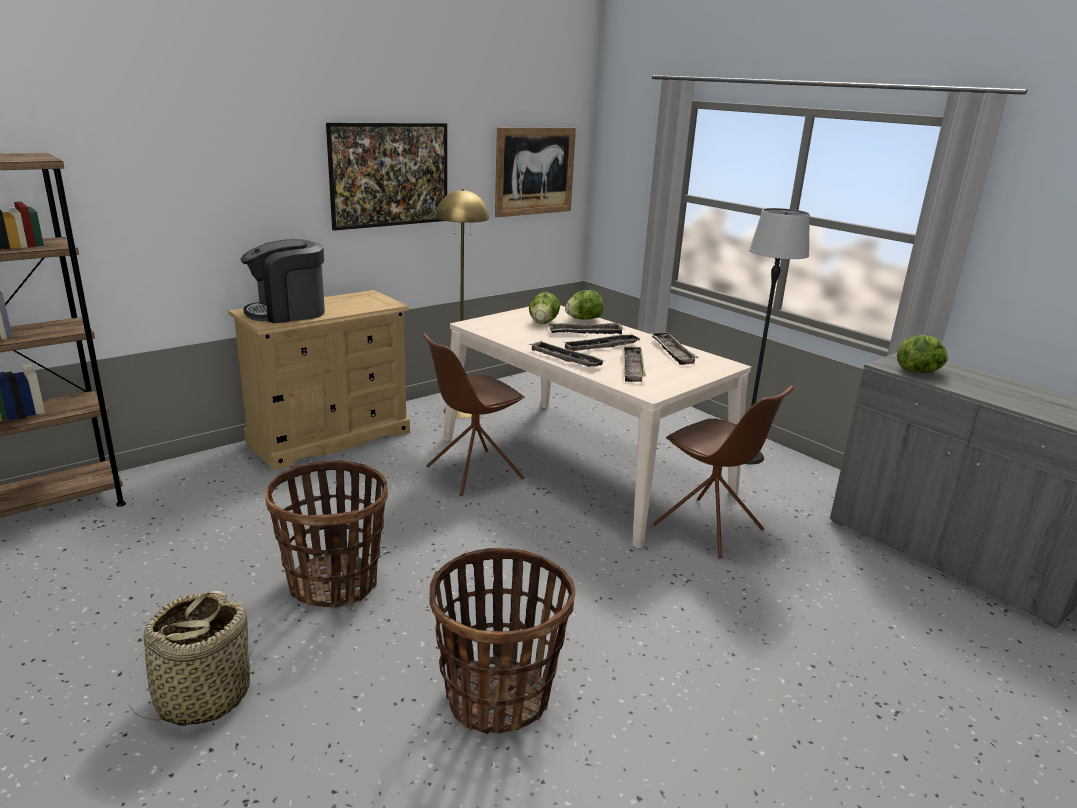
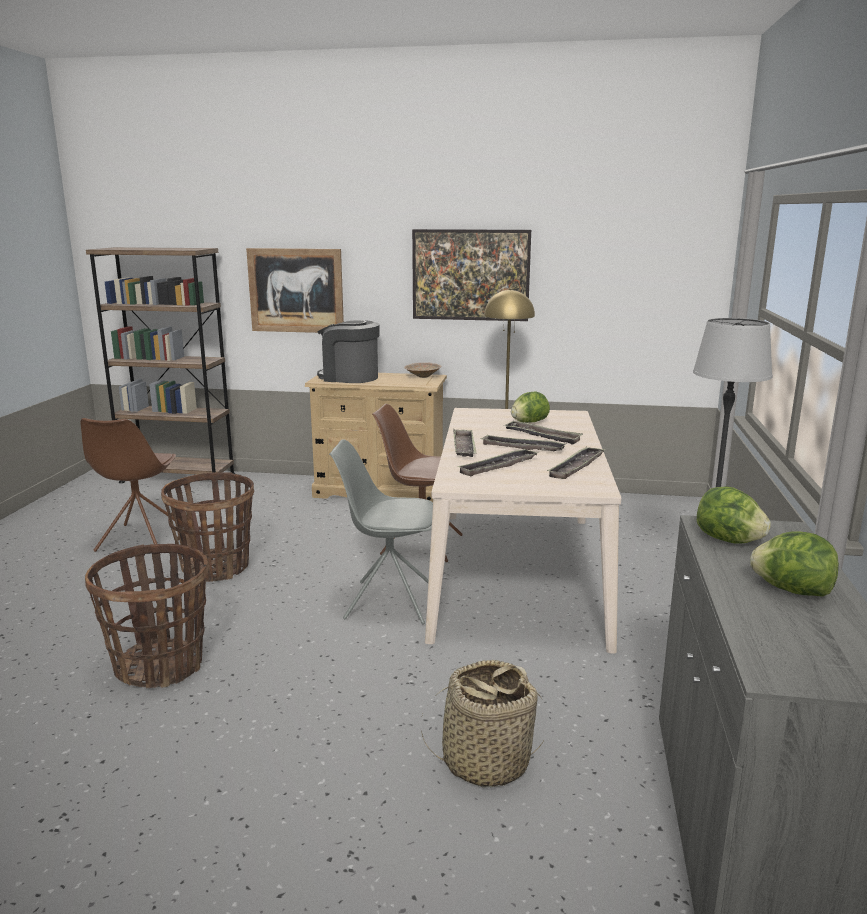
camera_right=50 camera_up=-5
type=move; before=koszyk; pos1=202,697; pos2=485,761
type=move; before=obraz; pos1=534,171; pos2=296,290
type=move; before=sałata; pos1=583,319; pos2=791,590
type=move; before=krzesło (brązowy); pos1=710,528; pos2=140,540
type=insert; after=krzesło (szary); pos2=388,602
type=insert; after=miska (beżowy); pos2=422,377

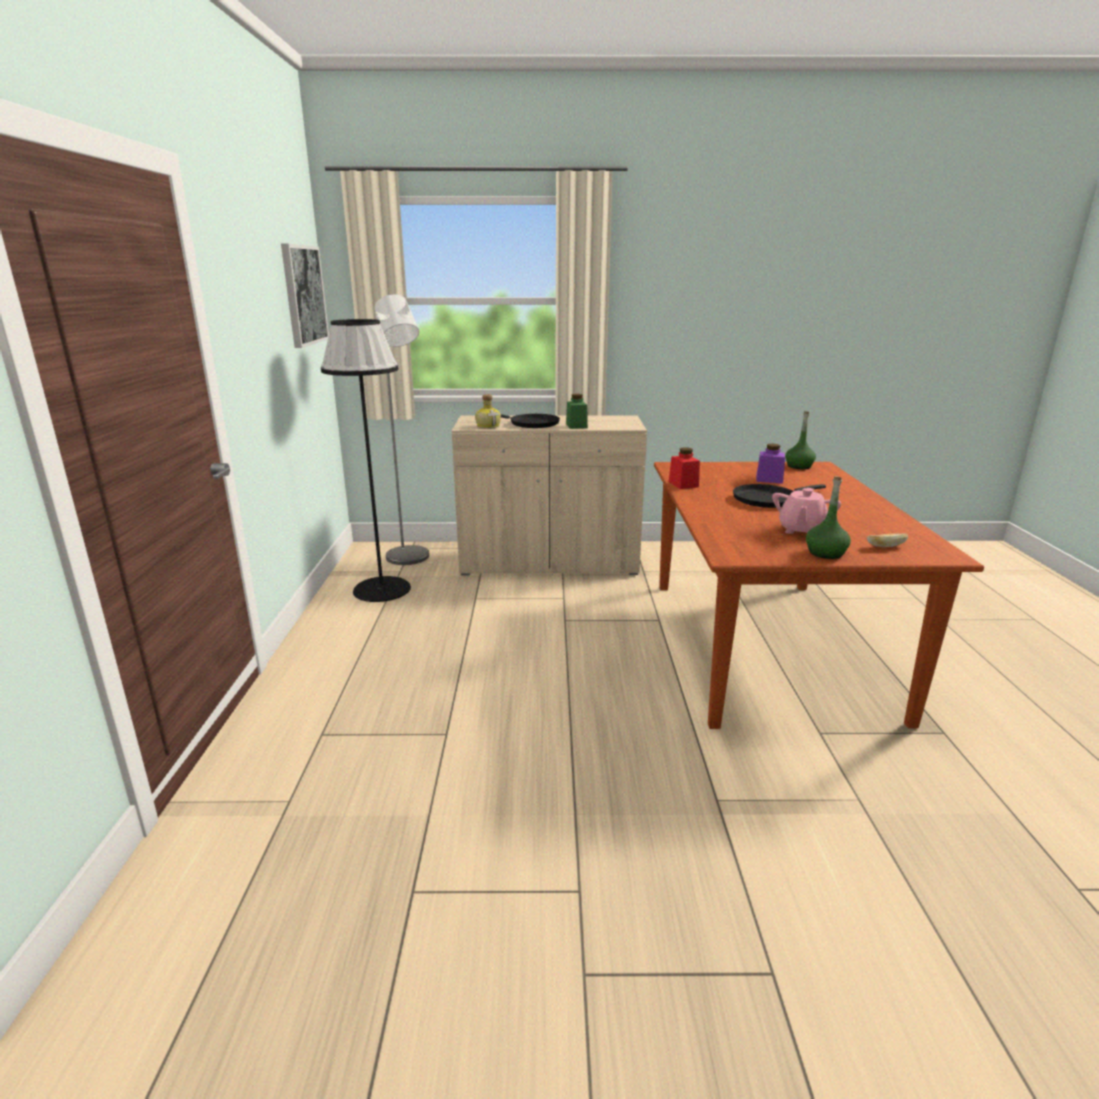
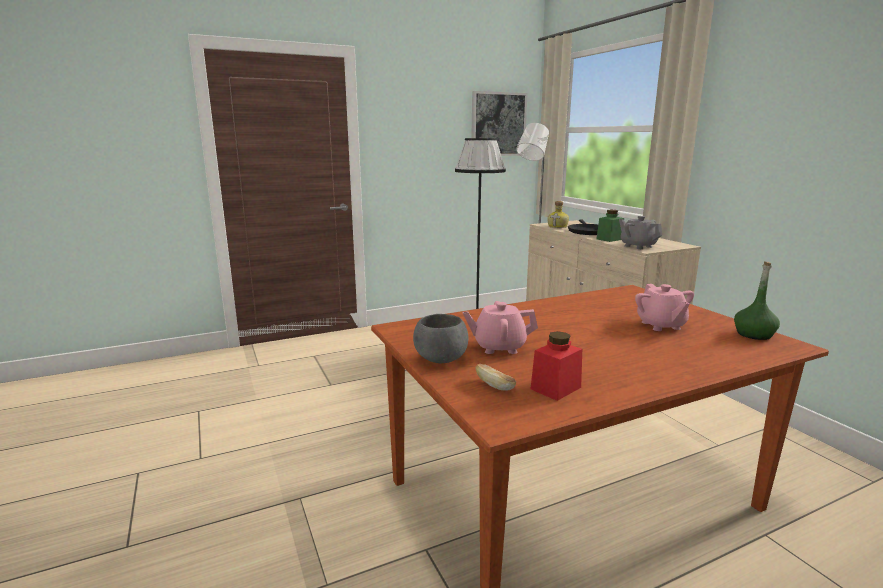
camera_right=65 camera_up=-5
type=move; before=słoik (czerwony); pos1=683,484; pos2=555,388
type=delete; before=patelnia (czarny); pos1=768,499
type=replace; before=słoik (fioletowy); after=imbryk (różowy); pos1=769,479; pos2=660,325
type=replace; before=butelka (zielony); after=miska (szary); pos1=825,553; pos2=441,359
type=insert; after=imbryk (szary); pos2=637,246

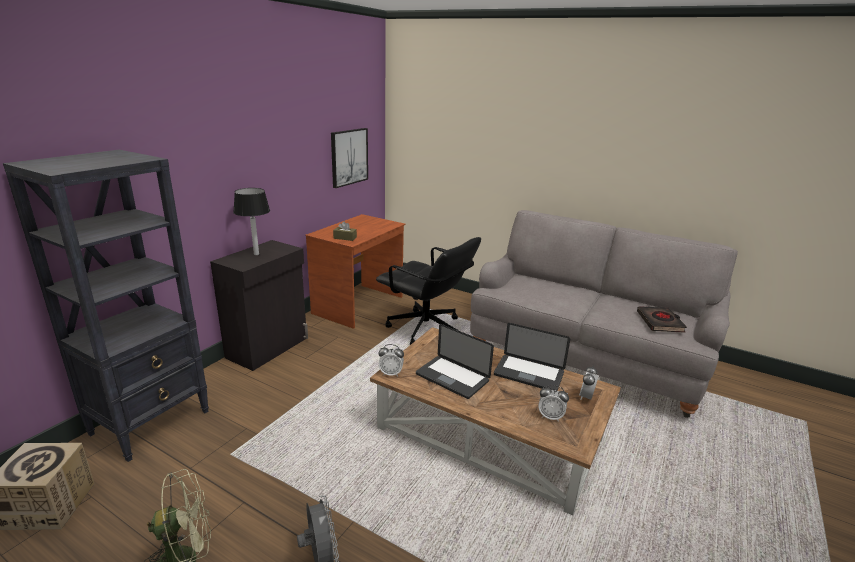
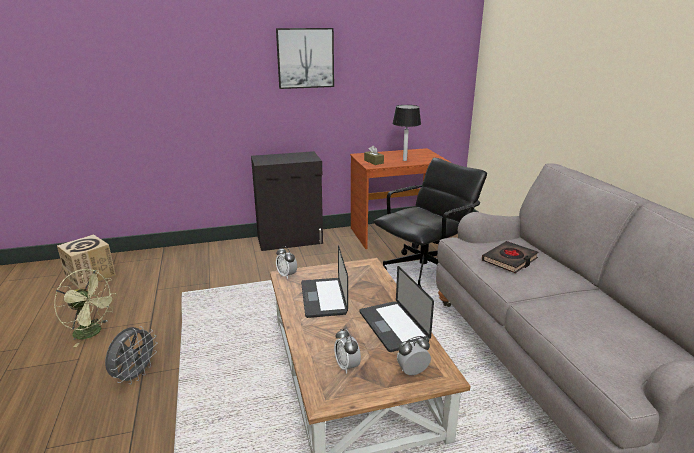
camera_right=45 camera_up=0
type=delete; before=regał (czarny); pos1=152,422
type=move; before=lampa stołowa; pos1=256,254; pos2=405,160
type=move; before=obraz; pos1=349,157; pos2=305,58
type=rotate; before=krzesło biurowe (czarny); pos1=426,329; pos2=424,271; turn=-120
type=move; before=książka (czarny); pos1=660,322; pos2=510,260

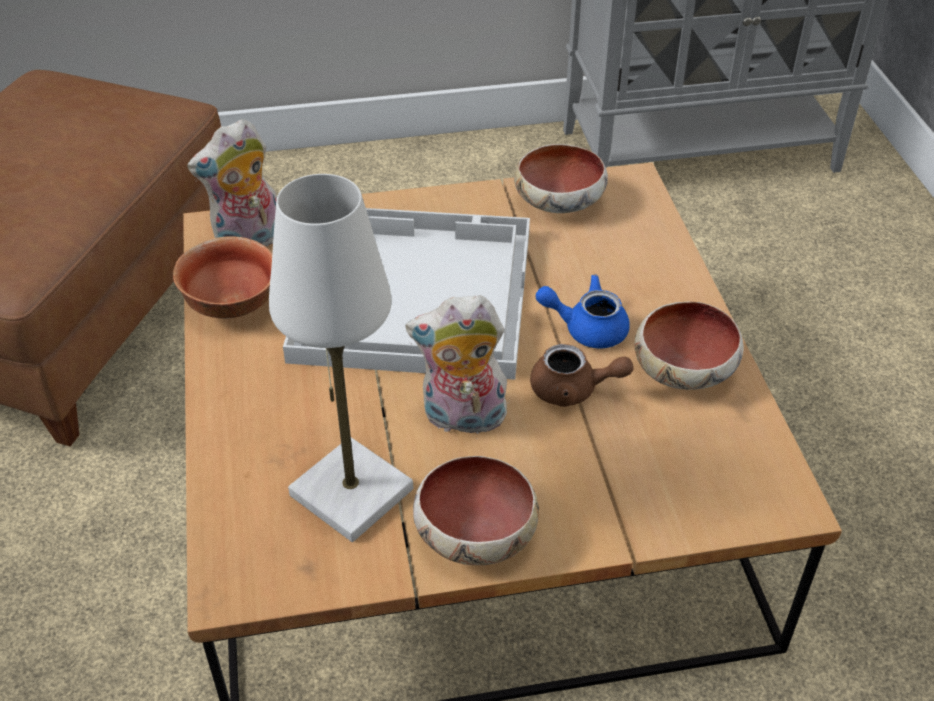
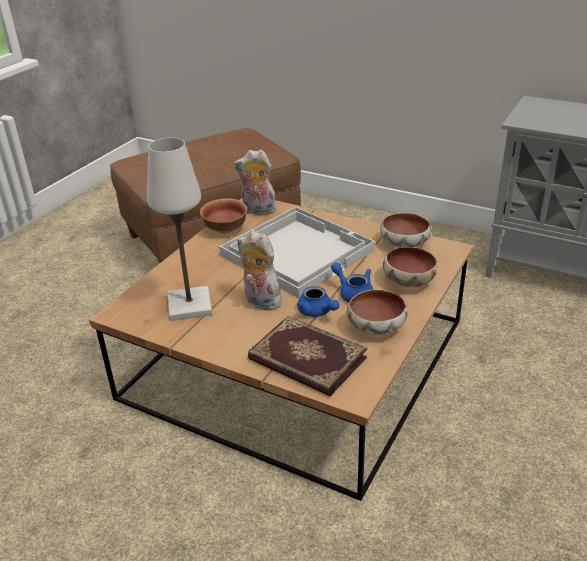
camera_right=40 camera_up=-10
type=move; before=miska; pos1=473,535; pos2=407,281
type=recolor; before=imbryk (brązowy); after=imbryk (niebieski); pos1=573,390; pos2=317,312
type=insert; after=książka; pos2=306,360

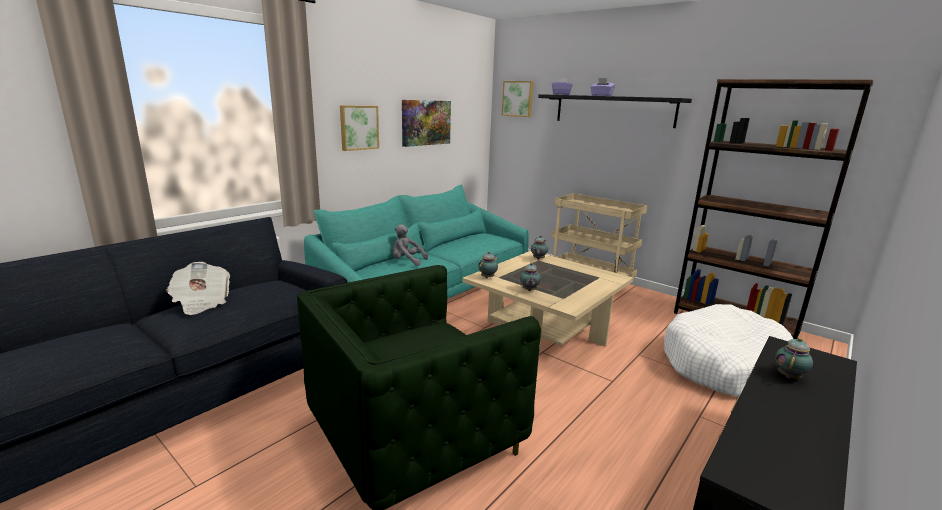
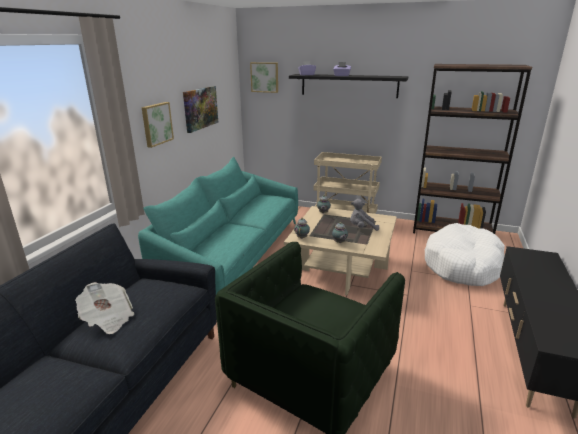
camera_right=-20 camera_up=5
type=move; before=pluszak (szary); pos1=407,261; pos2=361,228
type=delete; before=imbryk; pos1=789,376

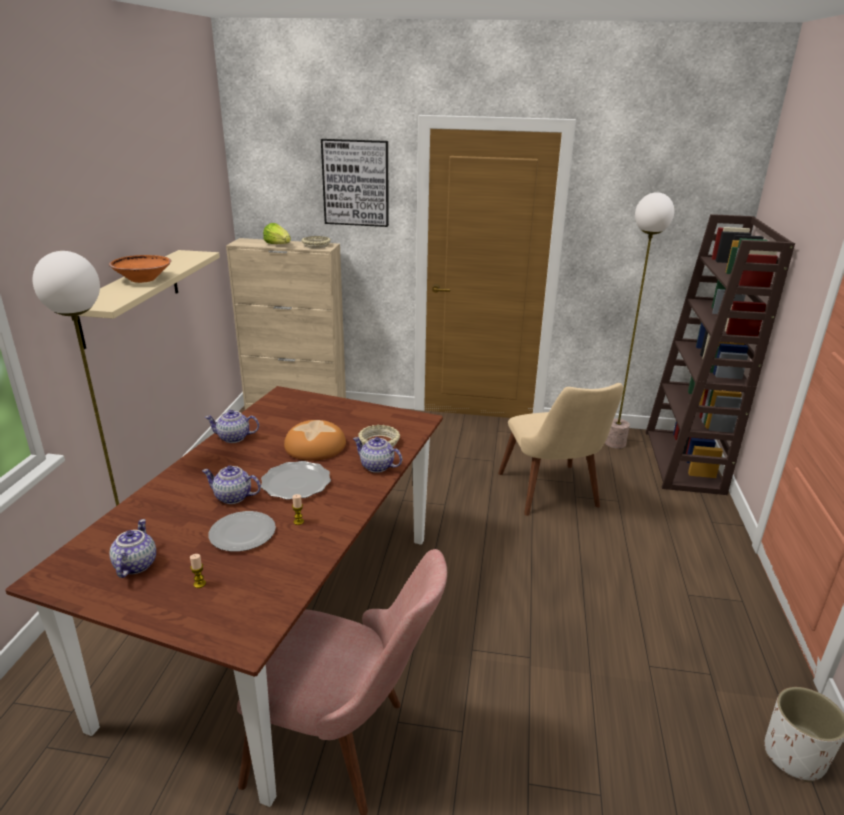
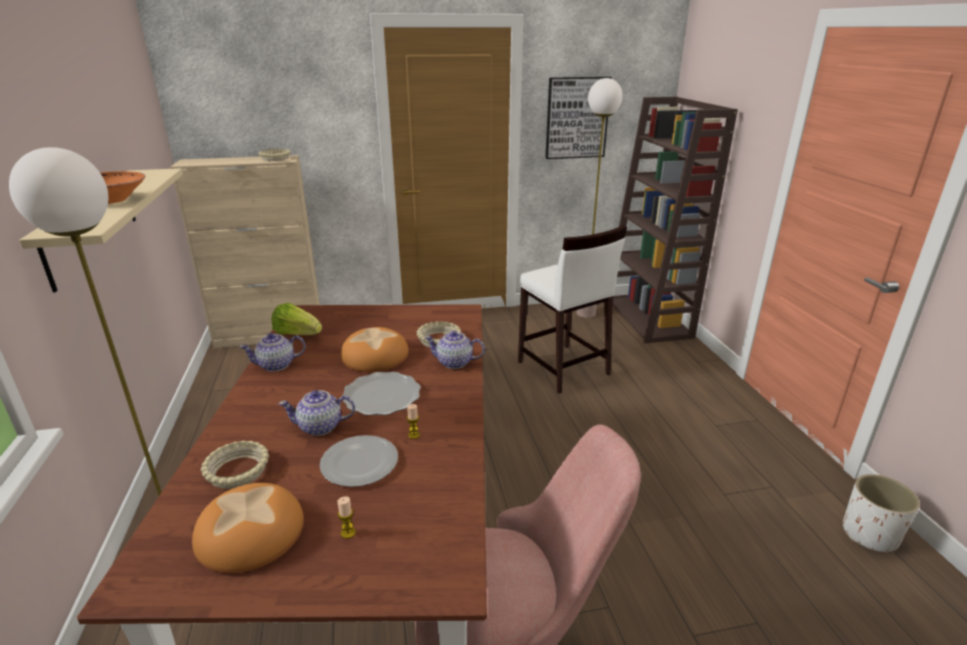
camera_right=-20 camera_up=0
type=replace; before=imbryk; after=chleb; pos1=135,565; pos2=249,533
type=move; before=sałata; pos1=278,245; pos2=297,334
type=move; before=obraz; pos1=356,183; pos2=576,118
type=replace; before=krzesło (beżowy); after=stołek (biały); pos1=554,496; pos2=563,368
type=insert; after=miska (beżowy); pos2=237,470

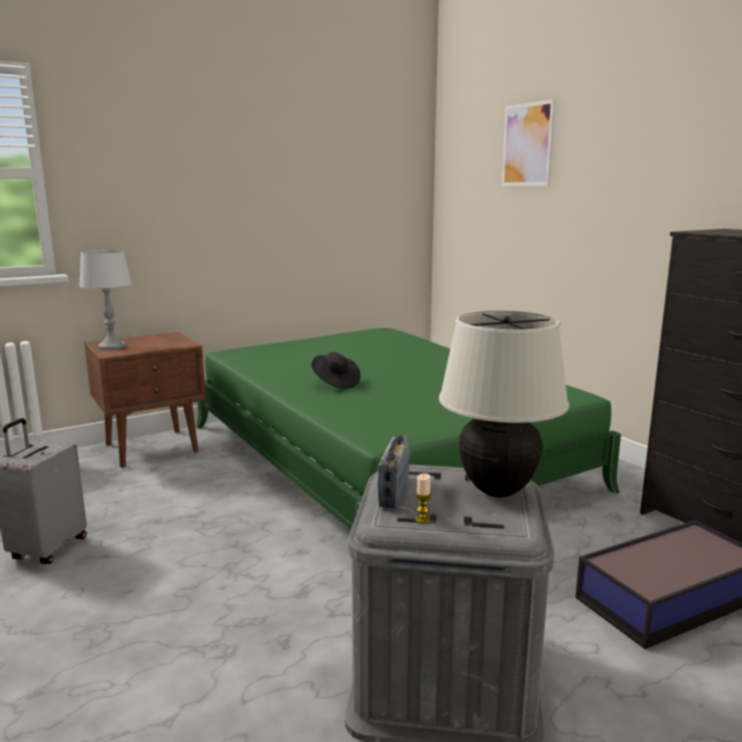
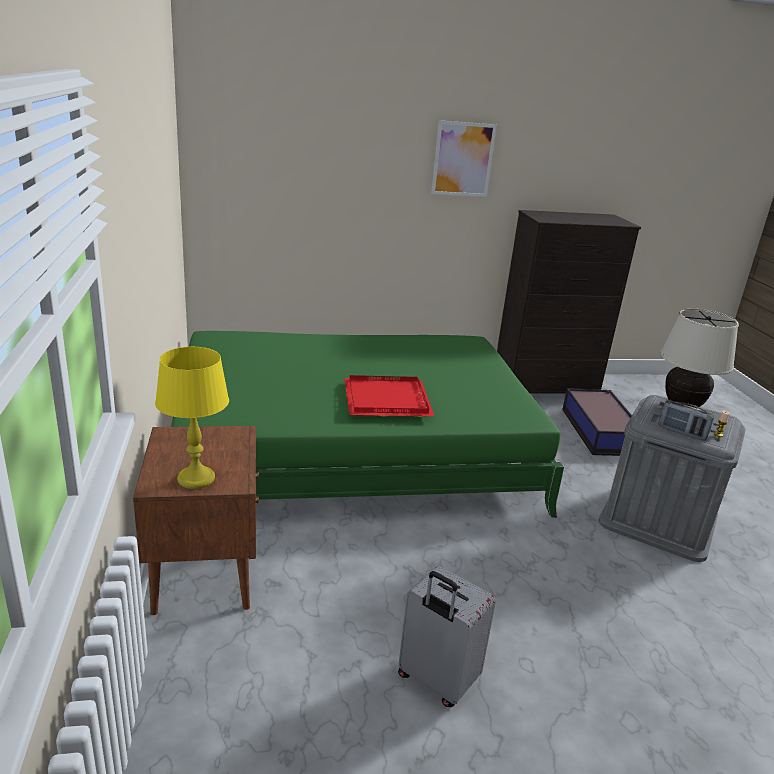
camera_right=-70 camera_up=10
type=recolor; before=lampa stołowa (szary); after=lampa stołowa (żółty); pos1=112,347; pos2=196,479
type=replace; before=kapelusz (czarny); after=taca (czerwony); pos1=335,383; pos2=388,400
type=move; before=obraz; pos1=527,145; pos2=463,159

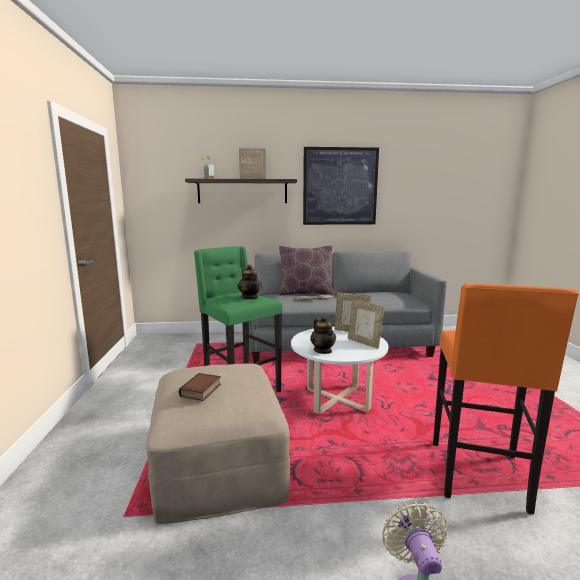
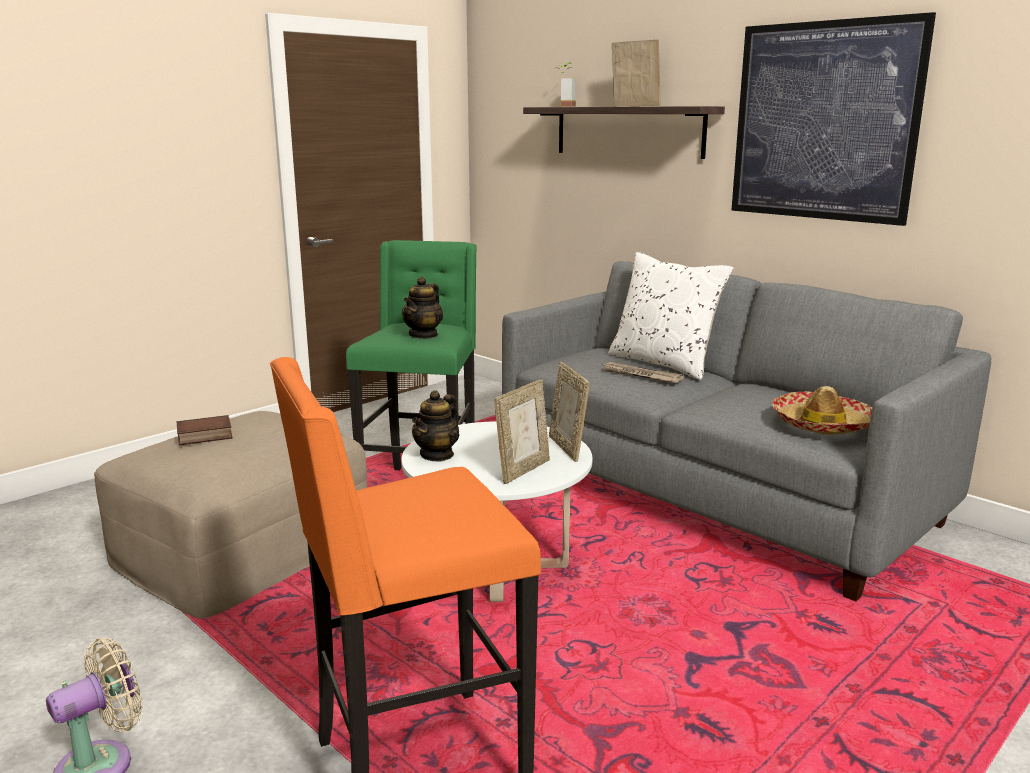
camera_right=50 camera_up=5
type=recolor; before=poduszka (brązowy); after=poduszka (biały); pos1=305,293; pos2=664,363
type=rotate; before=ramka na zdjęcie; pos1=364,343; pos2=523,470; turn=-150
type=insert; after=kapelusz; pos2=823,424

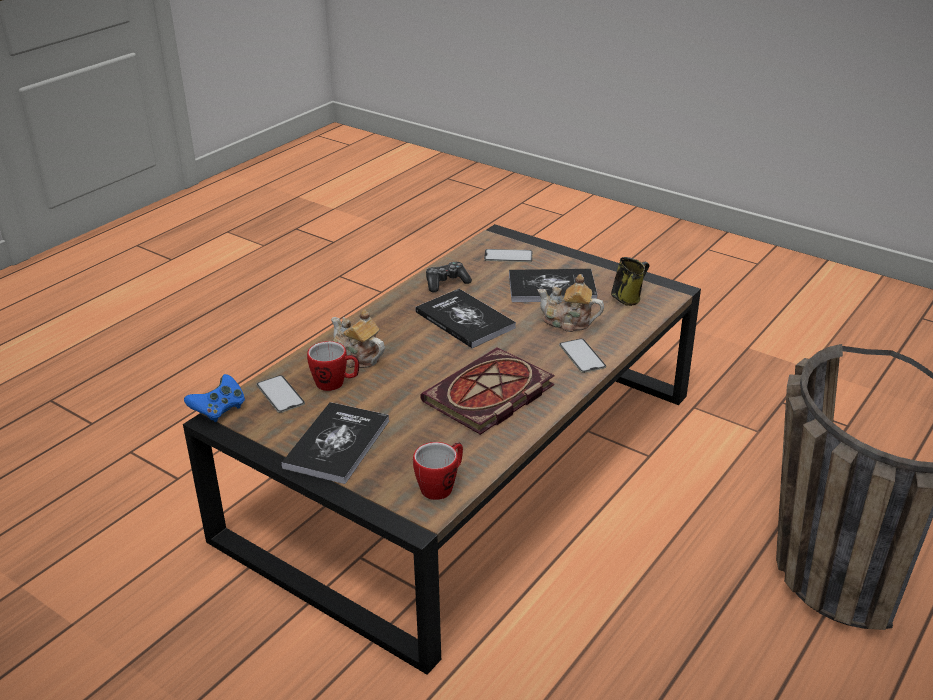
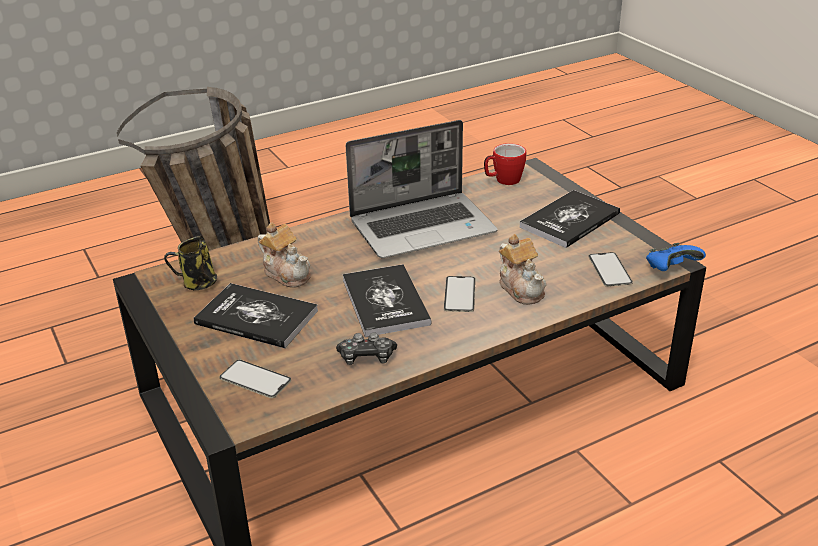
camera_right=-155 camera_up=0
type=delete; before=kubek; pos1=336,384
type=replace; before=książka; after=laptop; pos1=488,396; pos2=423,227
type=move; before=telefon; pos1=582,356; pos2=459,294

